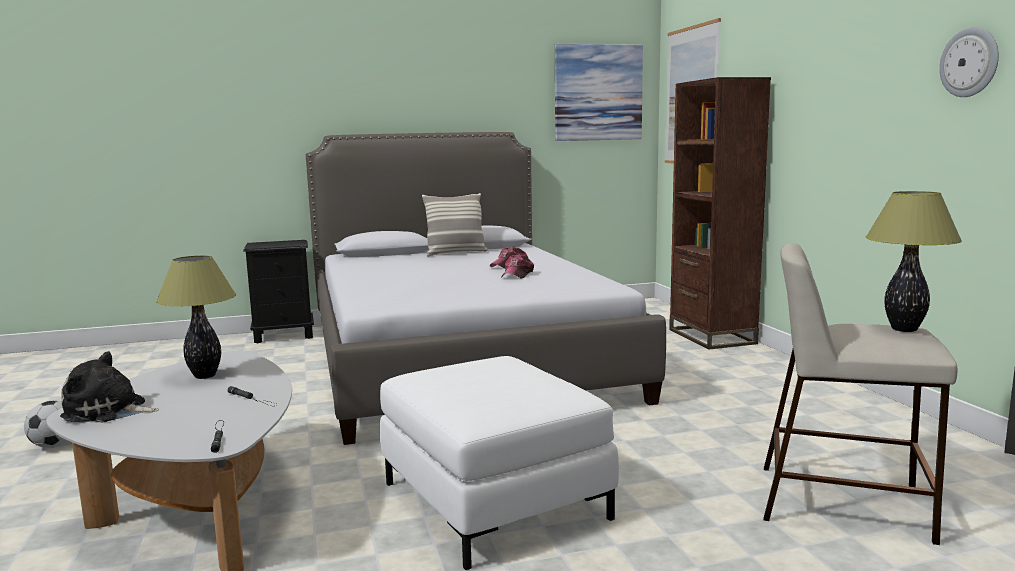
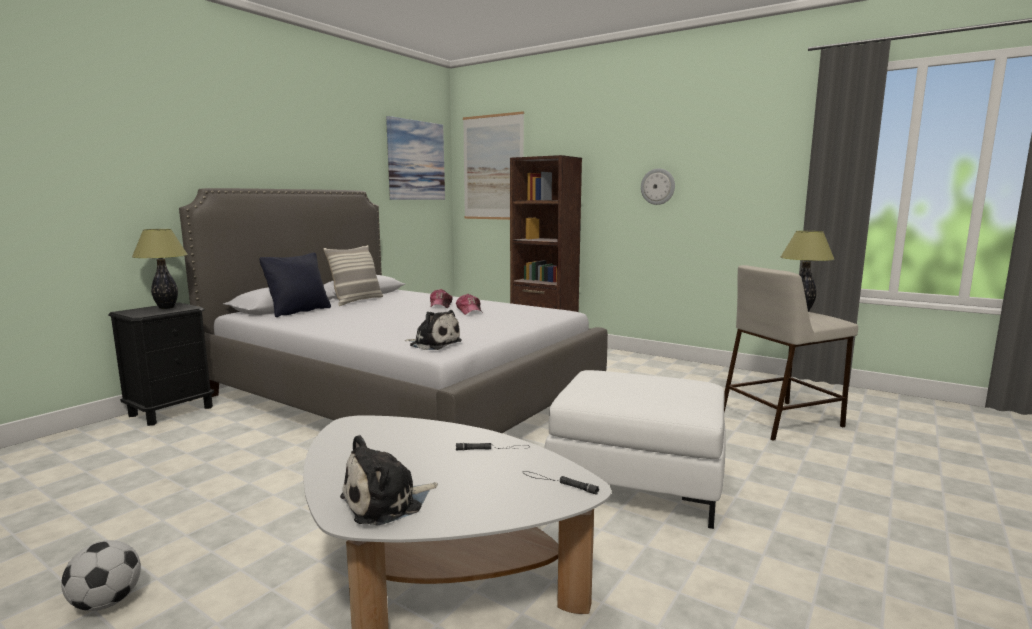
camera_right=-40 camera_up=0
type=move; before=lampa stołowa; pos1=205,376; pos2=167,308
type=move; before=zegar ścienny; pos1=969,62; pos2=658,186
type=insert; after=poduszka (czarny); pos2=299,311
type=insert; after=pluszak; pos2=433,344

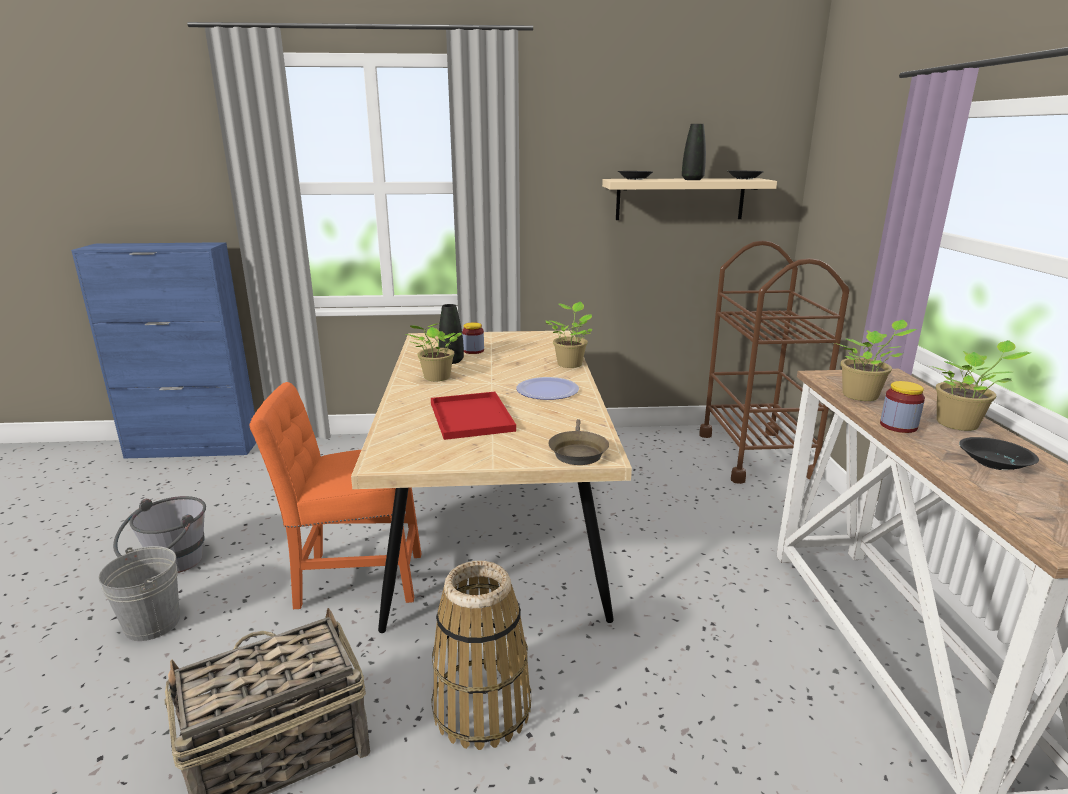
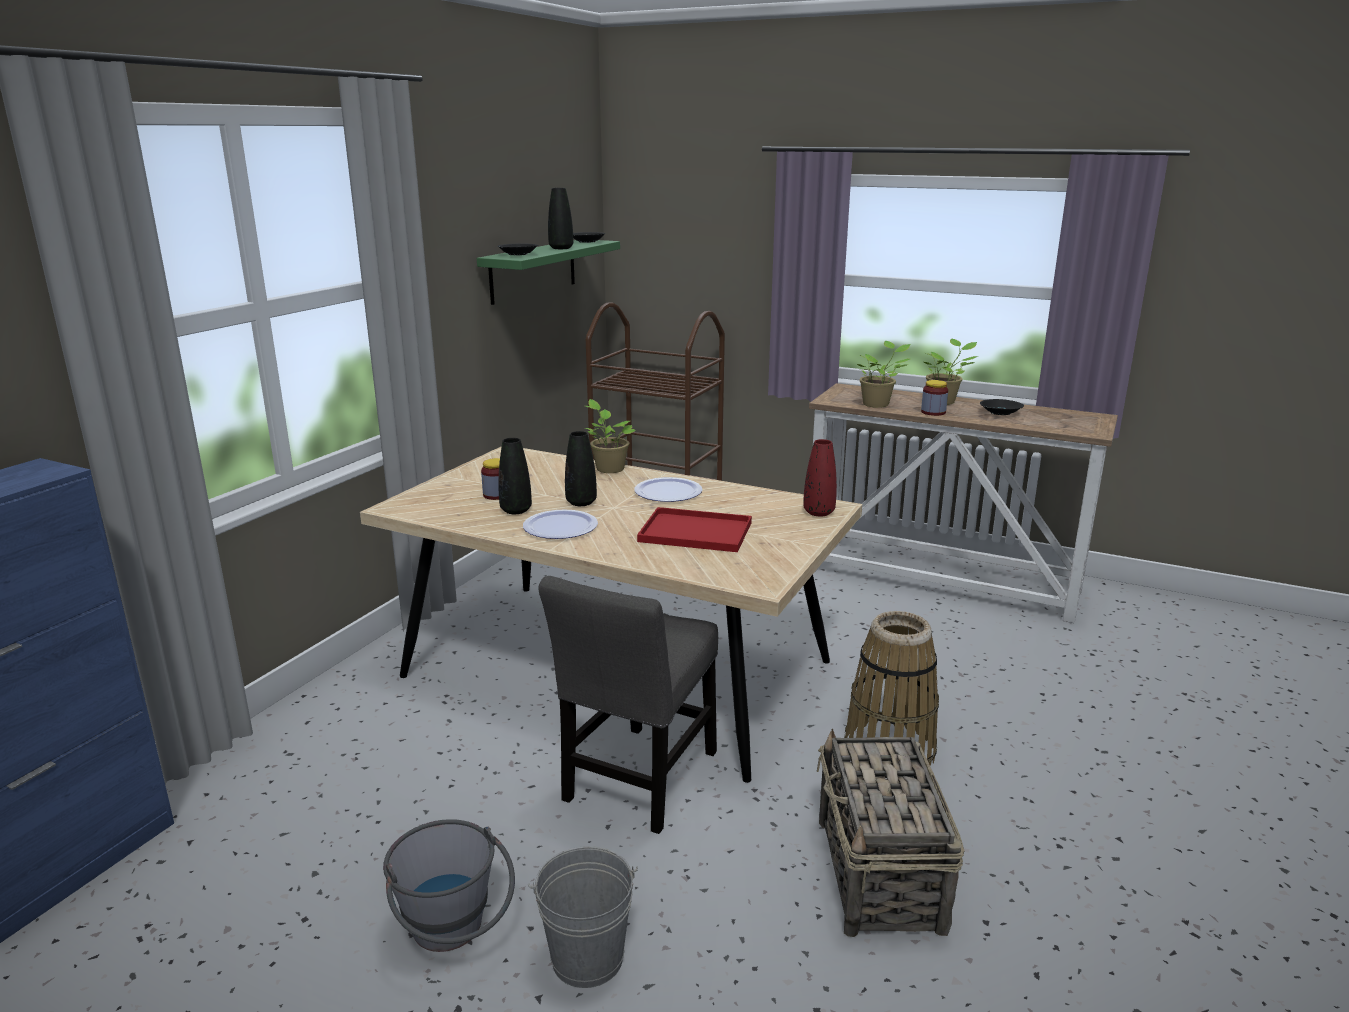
camera_right=-60 camera_up=0
type=recolor; before=krzesło (pomarańczowy); after=krzesło (szary); pos1=353,579; pos2=638,781
type=replace; before=roślina doniczkowa; after=talerz; pos1=435,378; pos2=560,526
type=replace; before=patelnia (brązowy); after=wazon (czerwony); pos1=577,452; pos2=818,512
type=recolor; before=półka (beżowy); after=półka (zielony); pos1=680,199; pos2=533,270
type=insert; after=wazon (czarny); pos2=581,502

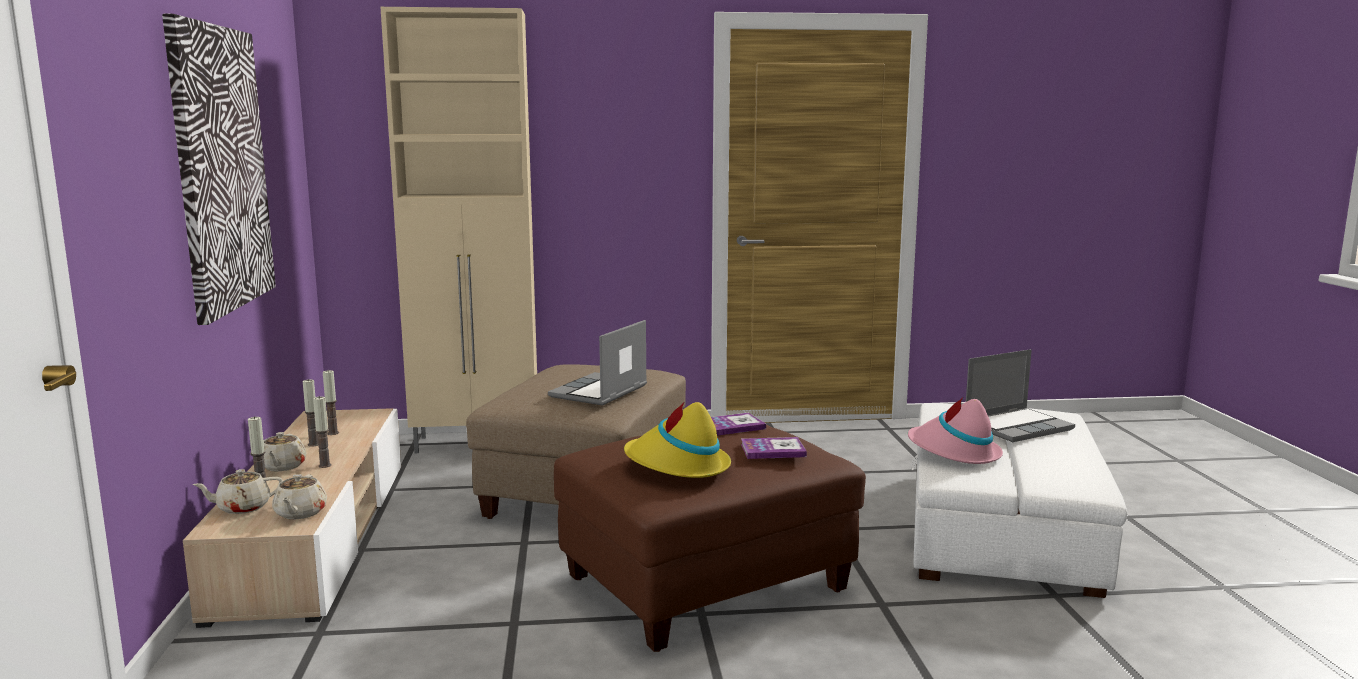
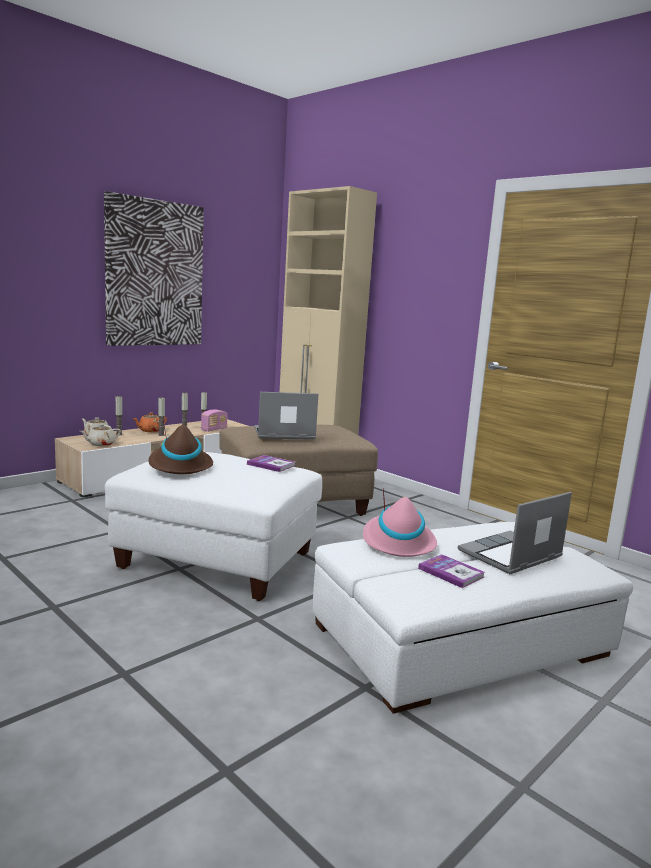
camera_right=50 camera_up=0
type=recolor; before=imbryk (beżowy); after=imbryk (pomarańczowy); pos1=282,467; pos2=150,430
type=recolor; before=pufa (brązowy); after=pufa (biały); pos1=706,584; pos2=218,561
type=recolor; before=kapelusz (żółty); after=kapelusz (brązowy); pos1=677,465; pos2=180,465
type=move; before=książka; pos1=773,450; pos2=451,572
type=rotate; before=laptop; pos1=1018,426; pos2=510,555; turn=120
type=insert; after=radio; pos2=214,429

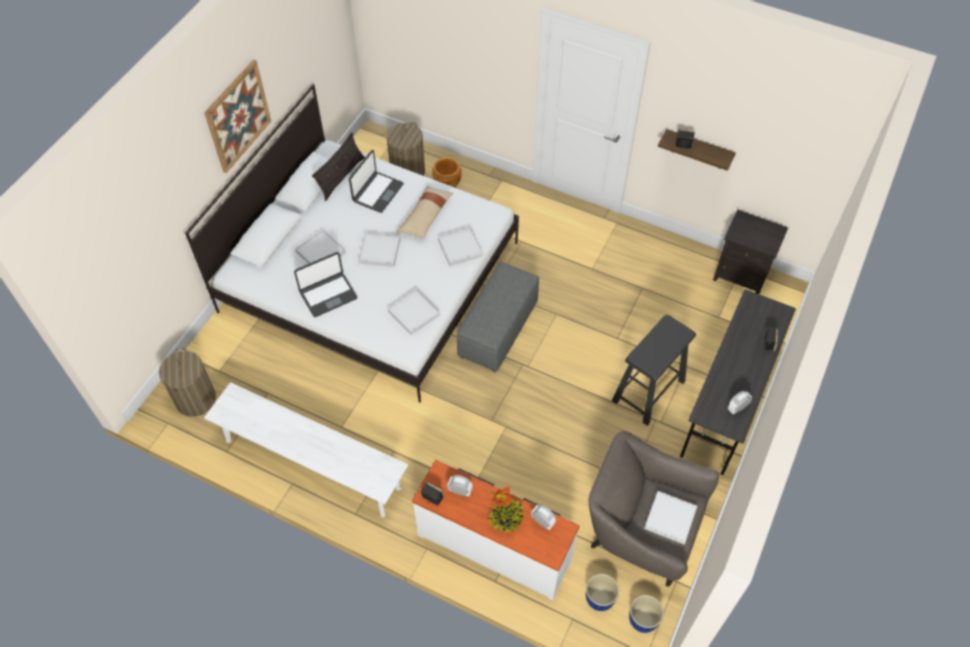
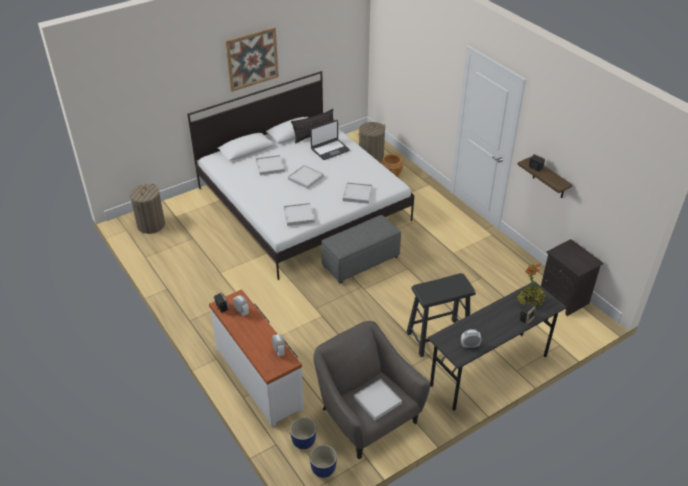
camera_right=30 camera_up=-15
type=delete; before=ławka (biały); pos1=312,464
type=delete; before=laptop; pos1=328,295
type=delete; before=poduszka (beżowy); pos1=425,216
type=move; before=roślina doniczkowa; pos1=506,518; pos2=530,301

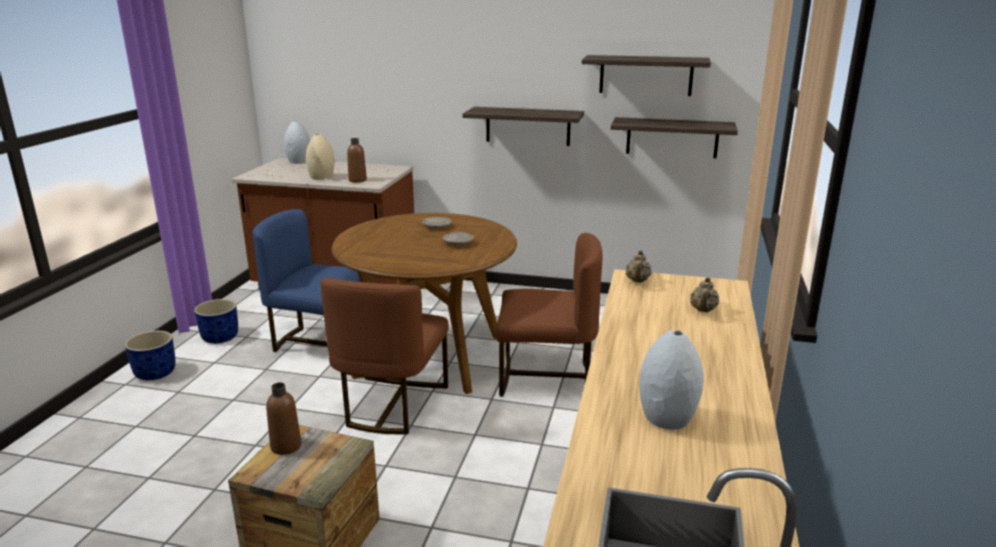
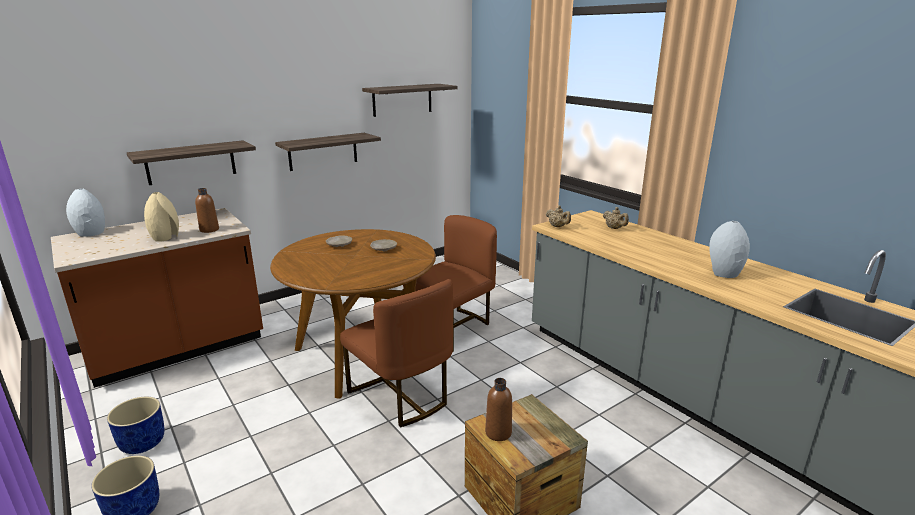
camera_right=-50 camera_up=0
type=delete; before=krzesło (niebieski); pos1=321,344
type=move; before=półka; pos1=672,137; pos2=191,162

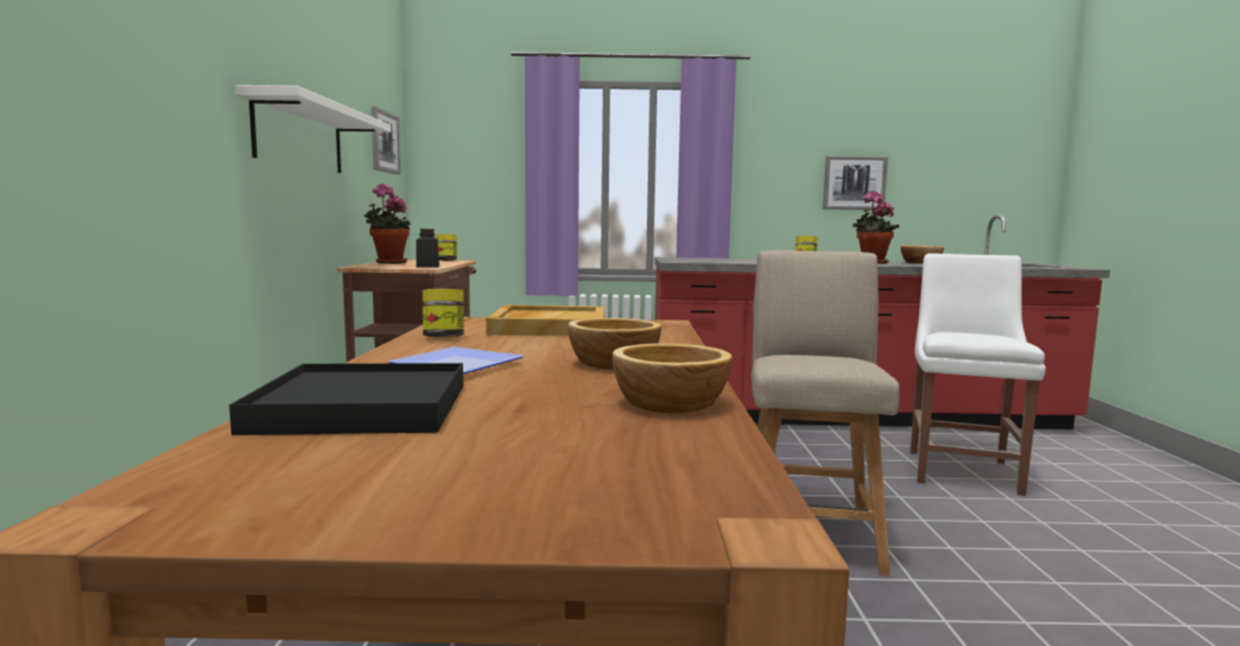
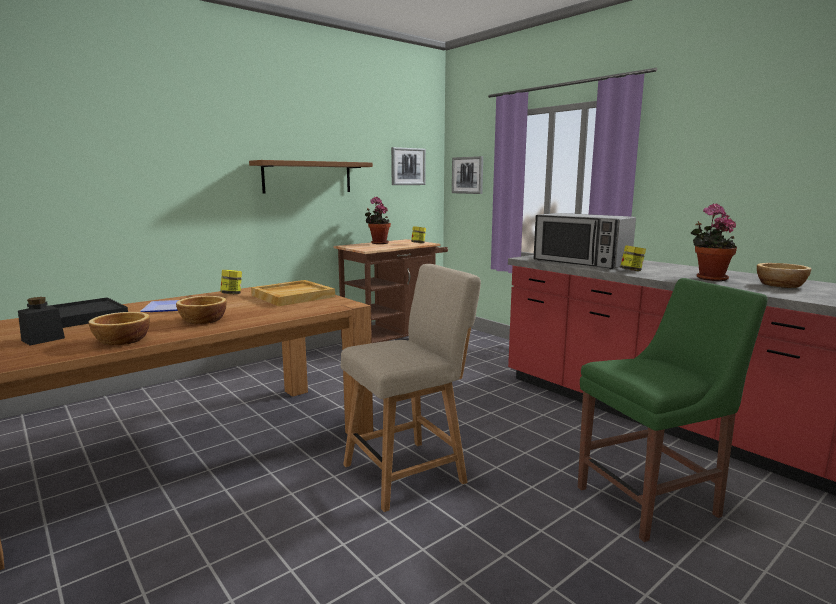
camera_right=50 camera_up=5
type=recolor; before=półka (biały); after=półka (brązowy); pos1=300,137; pos2=307,177
type=move; before=słoik (czarny); pos1=428,266; pos2=43,339
type=move; before=obraz; pos1=854,183; pos2=468,175
type=recolor; before=krzesło (biały); after=krzesło (zielony); pos1=962,469; pos2=653,500
type=insert; after=mikrofalówka; pos2=581,262

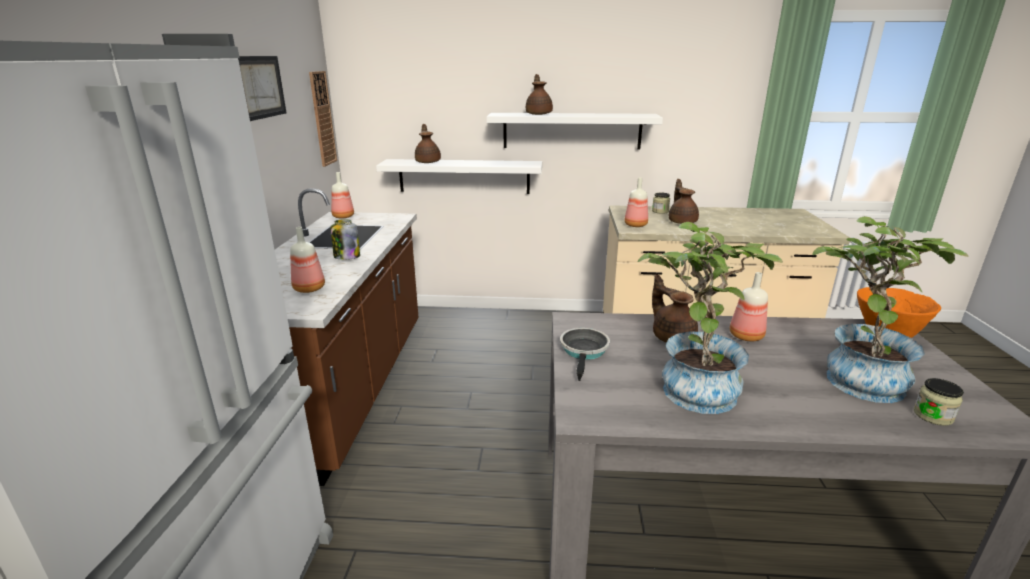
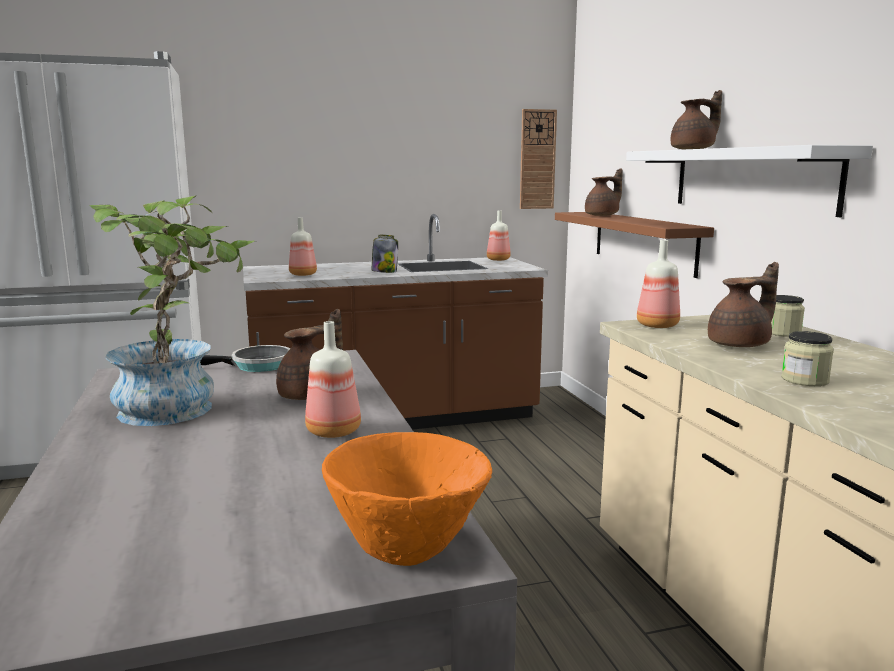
camera_right=70 camera_up=-10
type=delete; before=obraz; pos1=260,87
type=recolor; before=półka (biały); after=półka (brązowy); pos1=464,176; pos2=643,241
type=delete; before=roślina doniczkowa; pos1=855,376
type=move; before=słoik; pos1=933,416; pos2=804,380

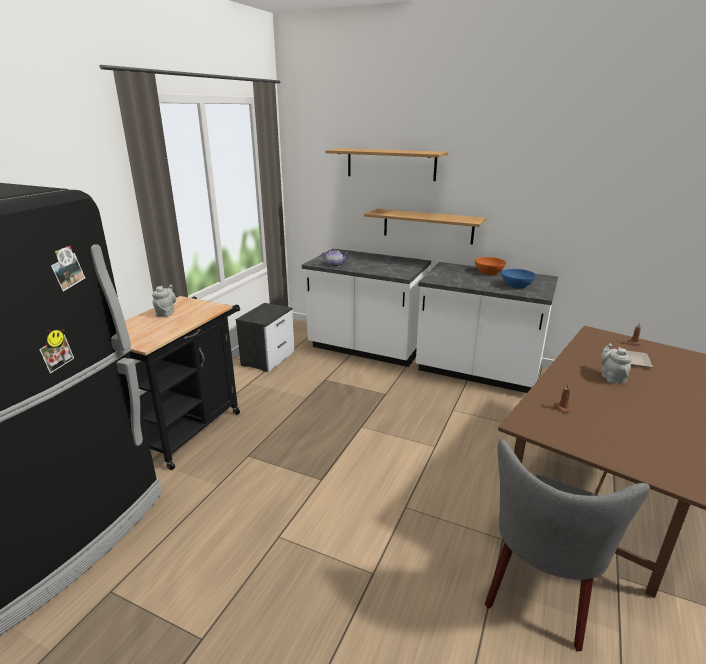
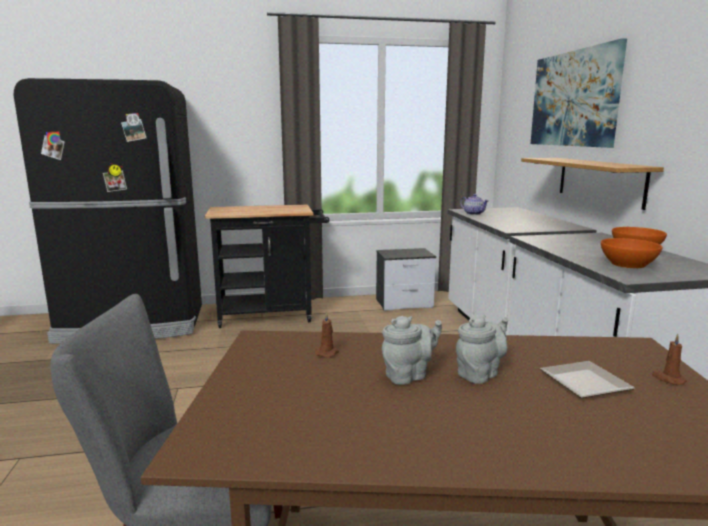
camera_right=55 camera_up=-10
type=move; before=imbryk (szary); pos1=166,313; pos2=409,375
type=replace; before=półka; after=obraz; pos1=391,164; pos2=574,99
type=recolor; before=miska (niebieski); after=miska (pomarańczowy); pos1=516,285; pos2=627,264

